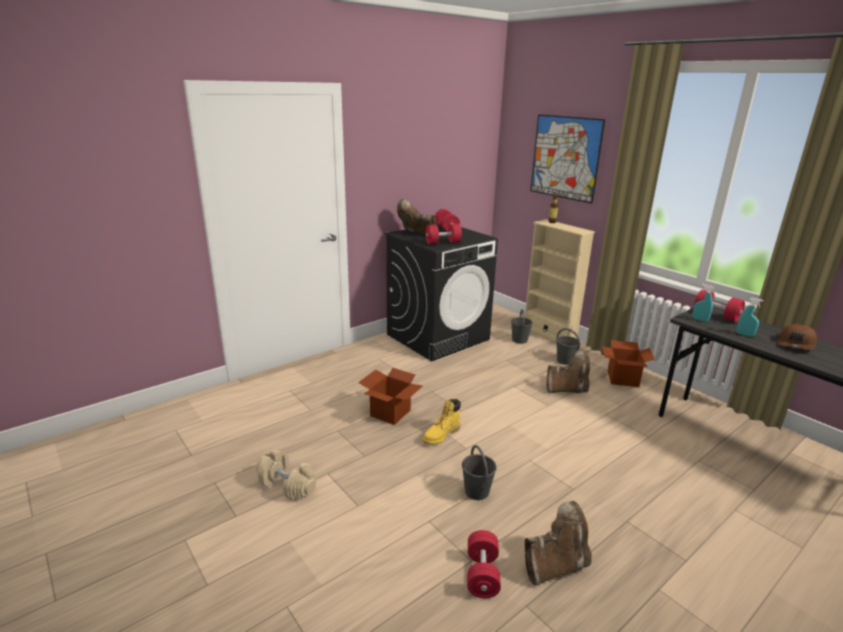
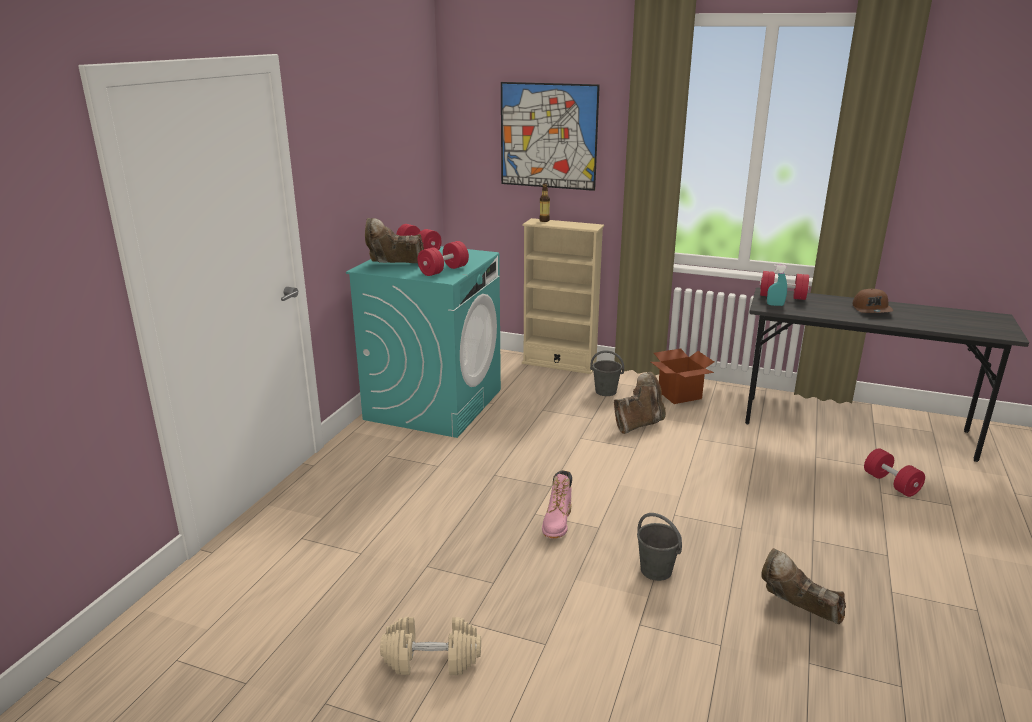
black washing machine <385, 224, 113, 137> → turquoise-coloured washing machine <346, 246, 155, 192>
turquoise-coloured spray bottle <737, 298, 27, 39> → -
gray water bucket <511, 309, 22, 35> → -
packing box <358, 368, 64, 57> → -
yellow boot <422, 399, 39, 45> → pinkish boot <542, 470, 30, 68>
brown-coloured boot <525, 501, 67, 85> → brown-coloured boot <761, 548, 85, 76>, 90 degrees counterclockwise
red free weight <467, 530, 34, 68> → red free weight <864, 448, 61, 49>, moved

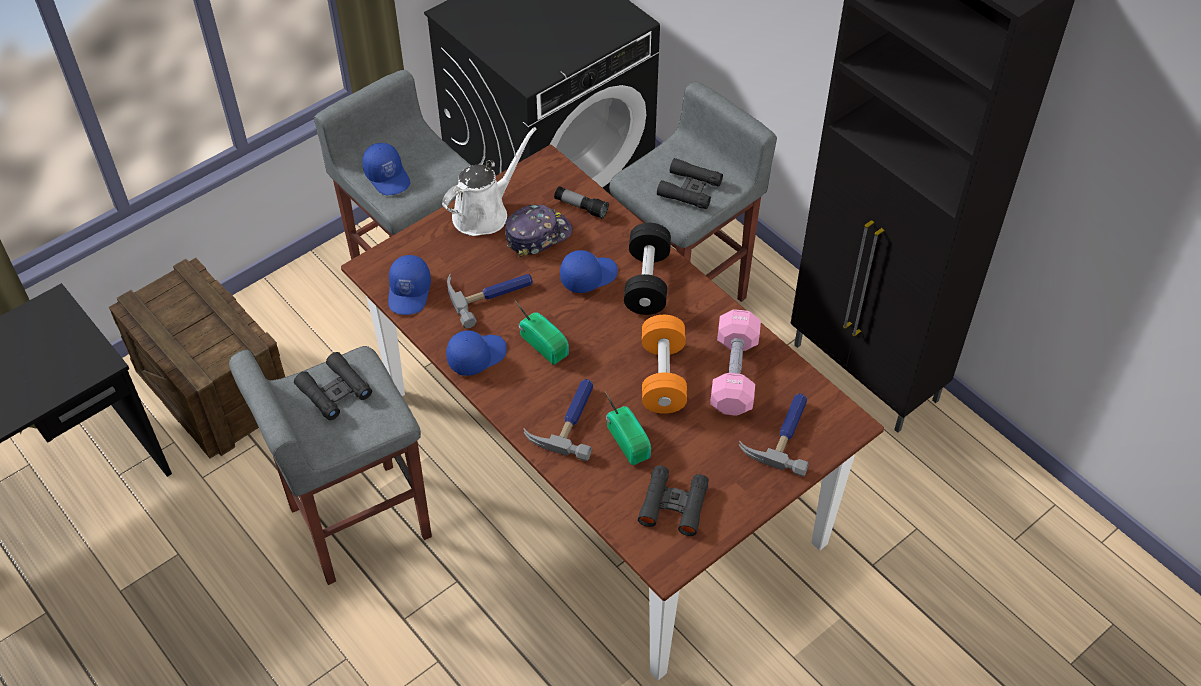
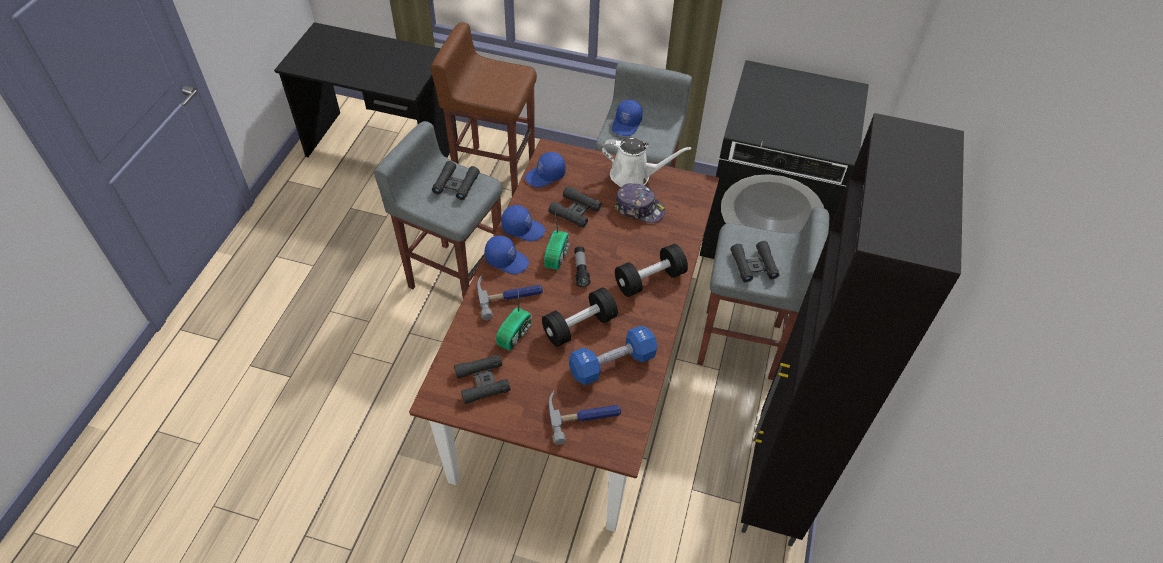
hand torch <554, 186, 55, 33> → hand torch <574, 247, 16, 40>, moved
blue-coloured peaked cap <560, 250, 58, 43> → blue-coloured peaked cap <484, 235, 45, 39>, moved
crate <109, 258, 176, 201> → brown-coloured stool <431, 22, 106, 175>
hand hammer <447, 274, 86, 54> → black pair of binoculars <548, 186, 54, 42>
pinkish free weight <710, 310, 51, 106> → blue-coloured free weight <569, 326, 89, 59>
orange-coloured free weight <642, 315, 45, 99> → black free weight <542, 287, 76, 60>

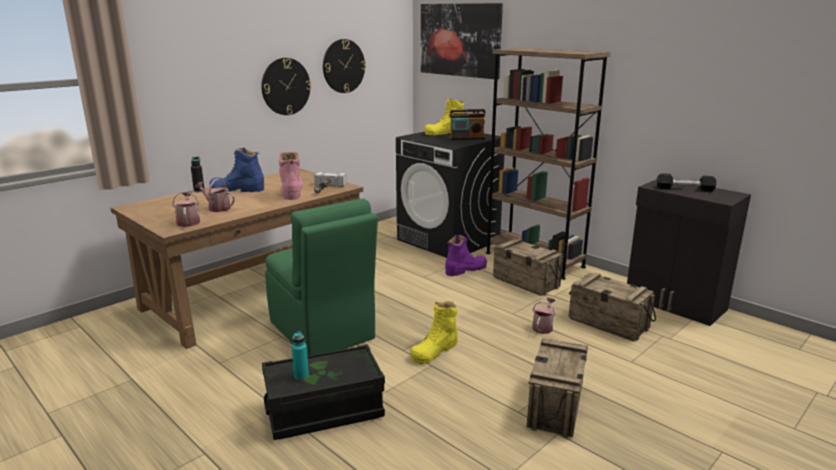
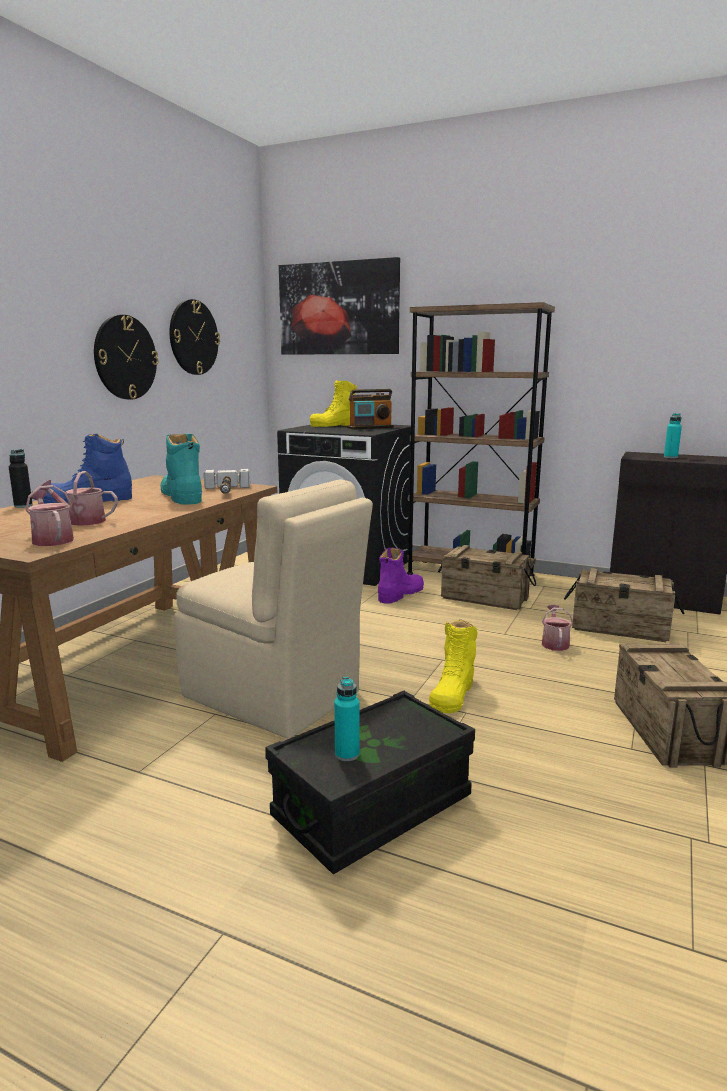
pinkish boot <279, 152, 24, 48> → turquoise-coloured boot <161, 434, 41, 71>
black free weight <657, 173, 59, 19> → turquoise-coloured bottle <664, 413, 18, 45>
green-coloured chair <265, 199, 113, 157> → beige chair <174, 479, 199, 260>

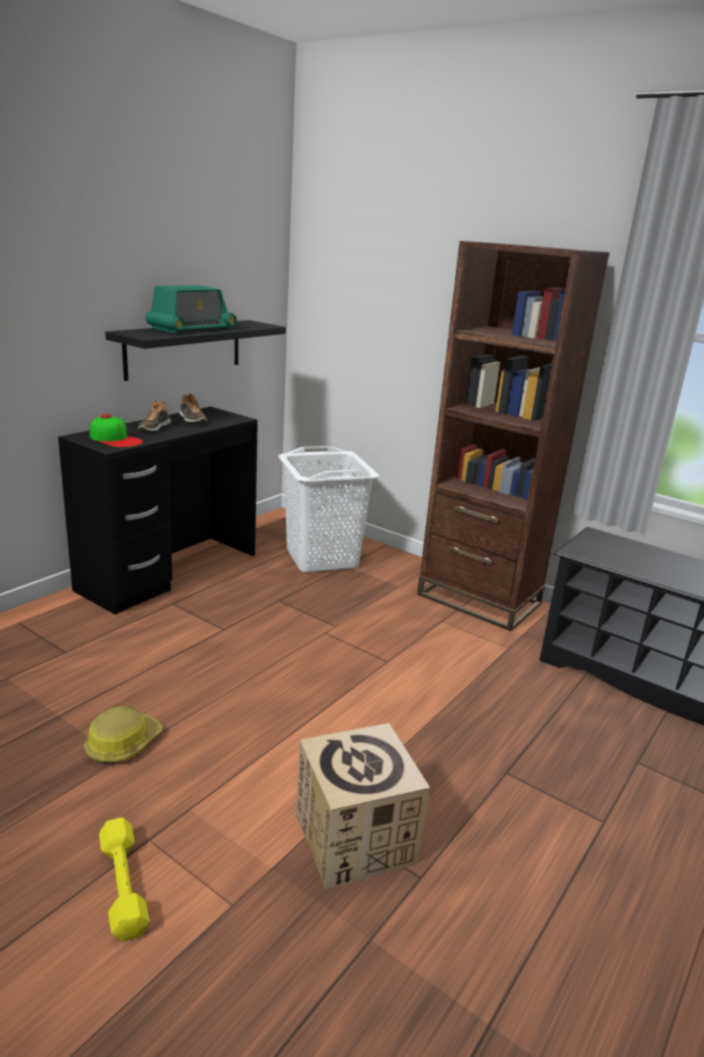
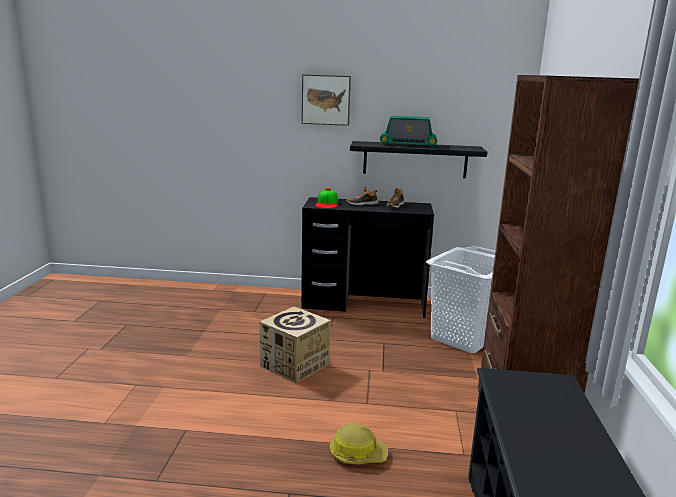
hard hat <84, 706, 79, 57> → hard hat <330, 423, 58, 41>, moved
packing box <296, 723, 134, 167> → packing box <259, 307, 72, 77>, moved
yellow free weight <99, 817, 51, 125> → -
- → picture <302, 74, 49, 52>

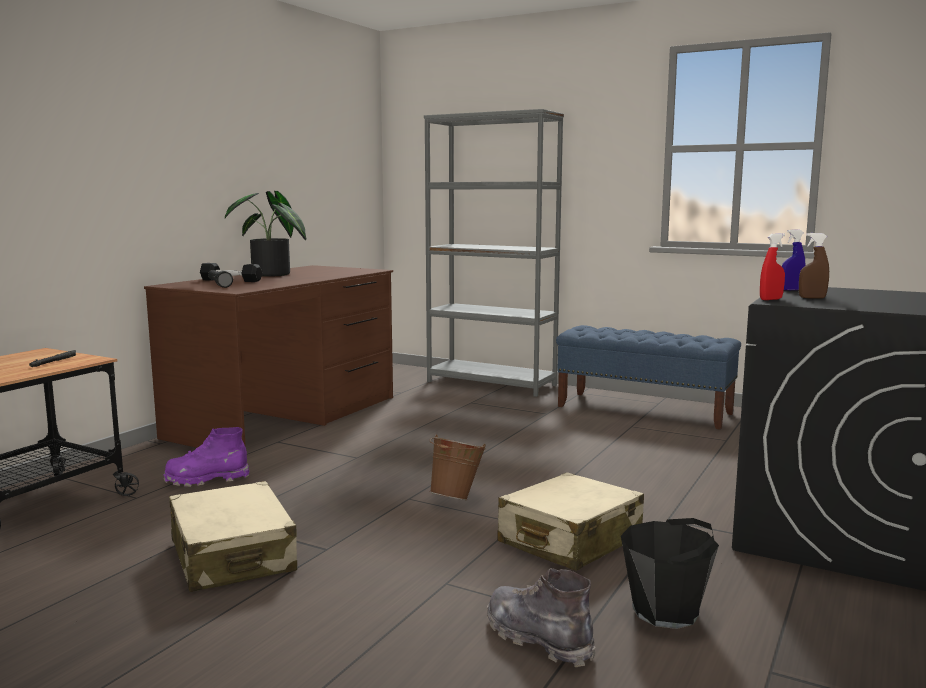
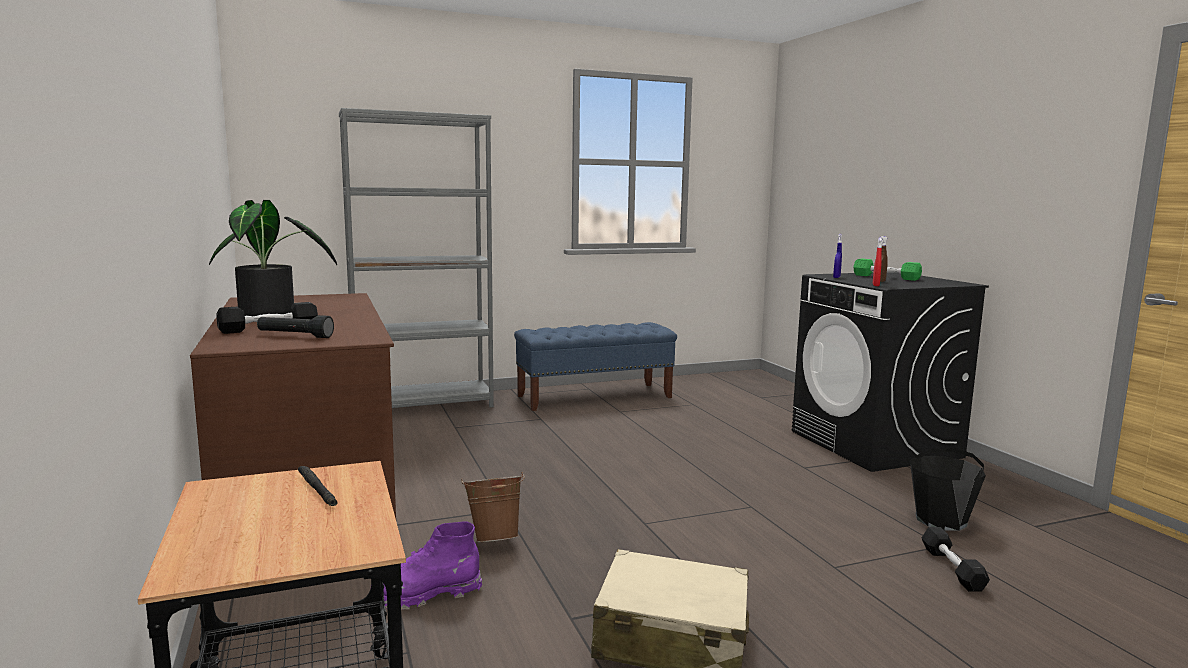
purple boot <164, 427, 85, 60> → purple boot <370, 522, 112, 88>, 45 degrees clockwise
brown-coloured water bucket <430, 435, 56, 65> → brown-coloured water bucket <461, 472, 64, 70>, moved
beige travel case <497, 472, 147, 99> → -
gray boot <487, 568, 109, 99> → black free weight <921, 527, 69, 64>
- → green-coloured free weight <853, 259, 69, 22>

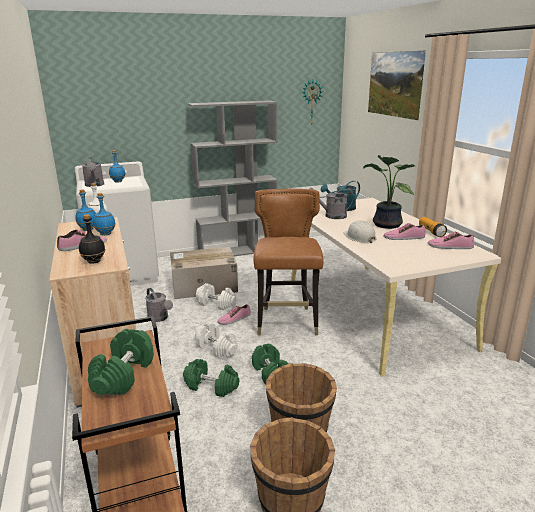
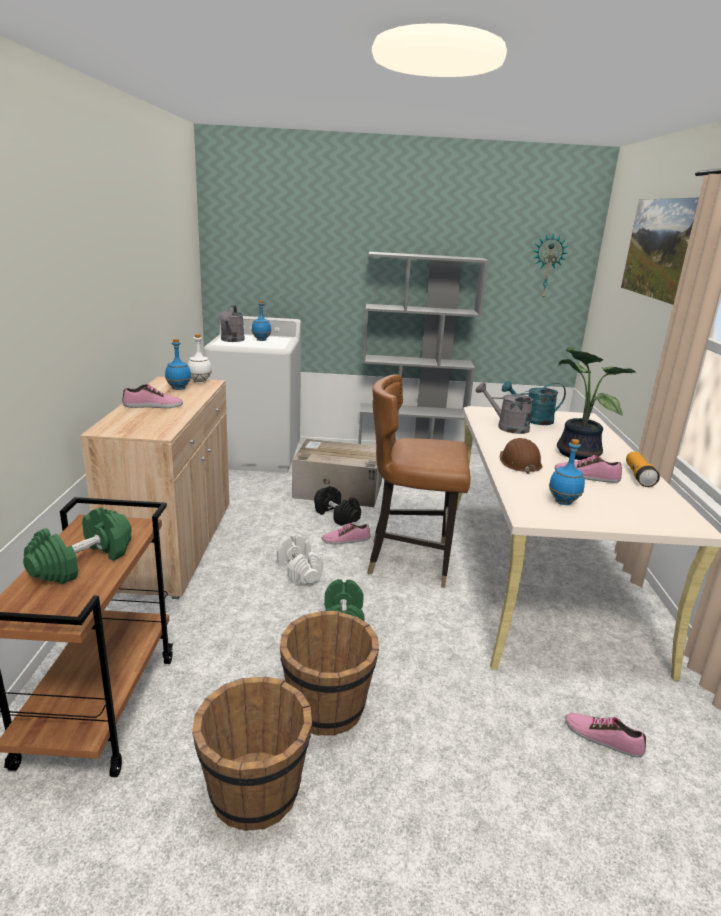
brown-coloured chair <254, 189, 70, 146> → brown-coloured chair <367, 374, 103, 214>, 105 degrees counterclockwise
blue-coloured bottle <93, 193, 23, 43> → blue-coloured bottle <549, 439, 36, 66>, moved
black bottle <79, 214, 26, 50> → -
white-coloured hard hat <343, 220, 34, 23> → brown-coloured hard hat <500, 438, 42, 36>
low shoe <428, 231, 46, 18> → low shoe <565, 713, 81, 45>, moved
white-coloured free weight <196, 283, 40, 27> → black free weight <314, 486, 47, 40>
gray watering can <145, 288, 28, 34> → -
green-coloured free weight <183, 359, 56, 38> → -

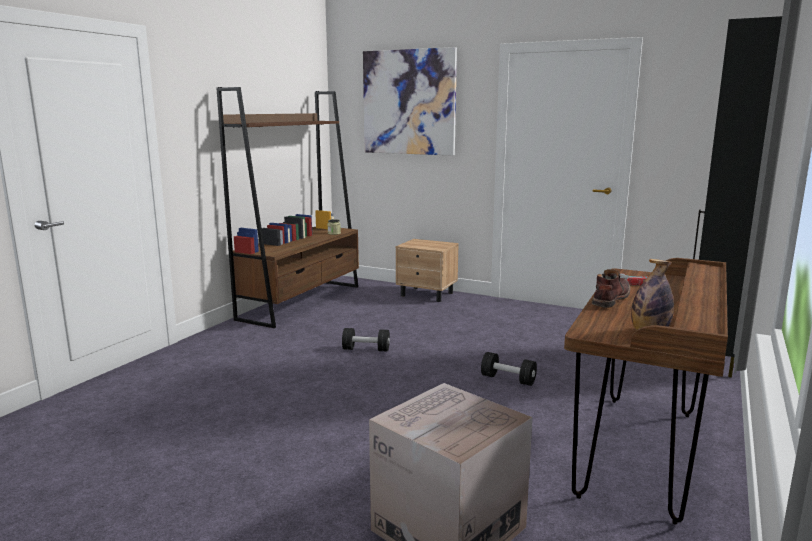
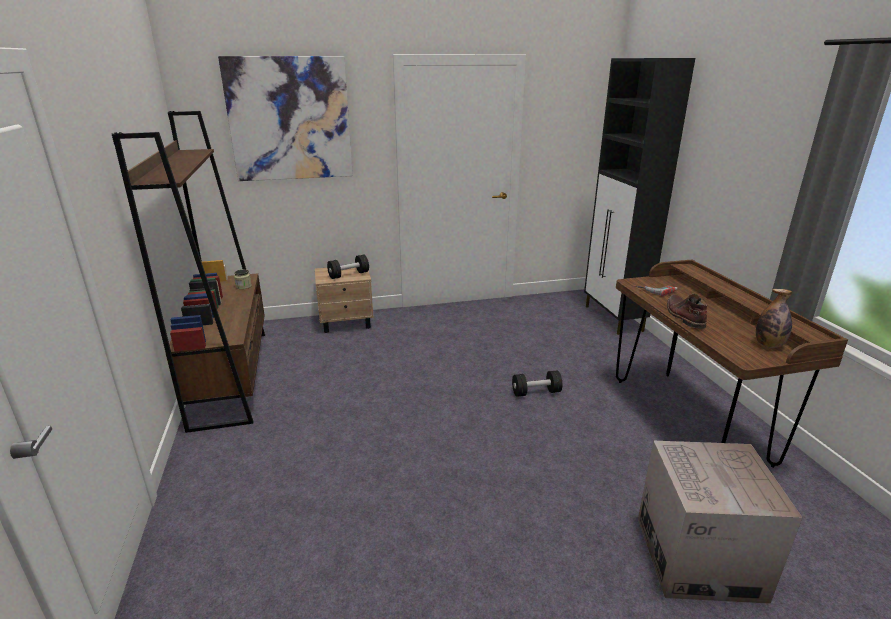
black free weight <342, 328, 48, 24> → black free weight <327, 255, 42, 24>, moved

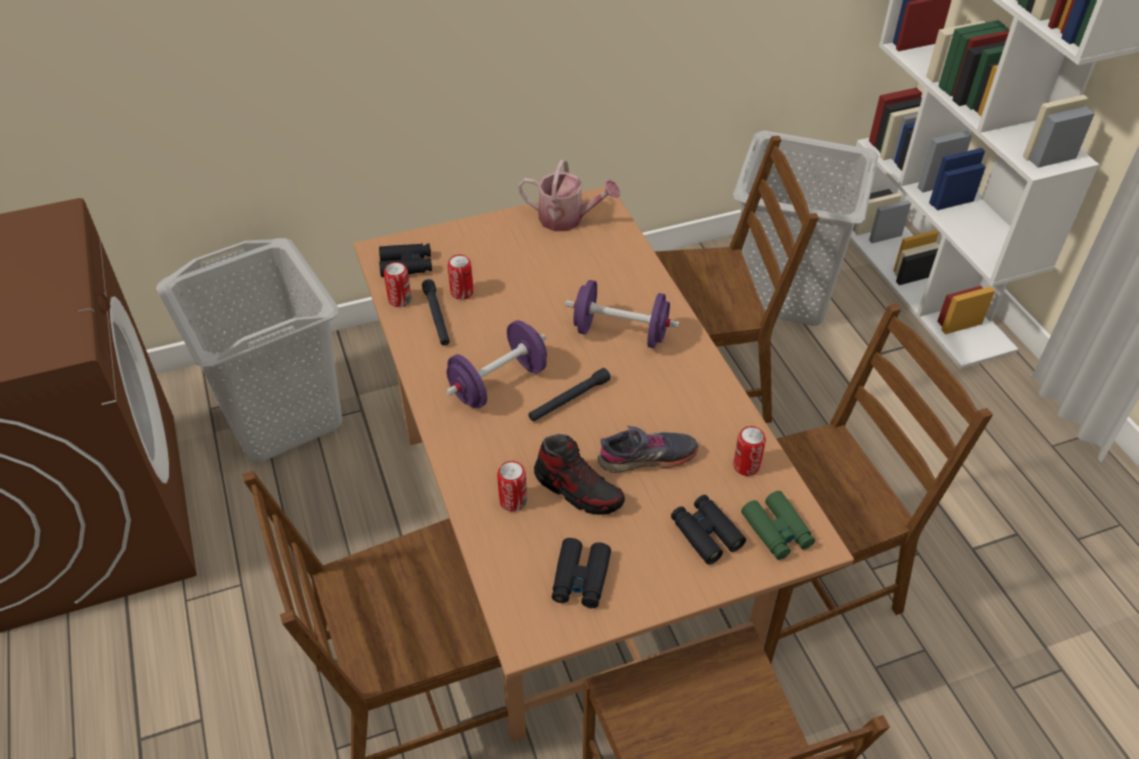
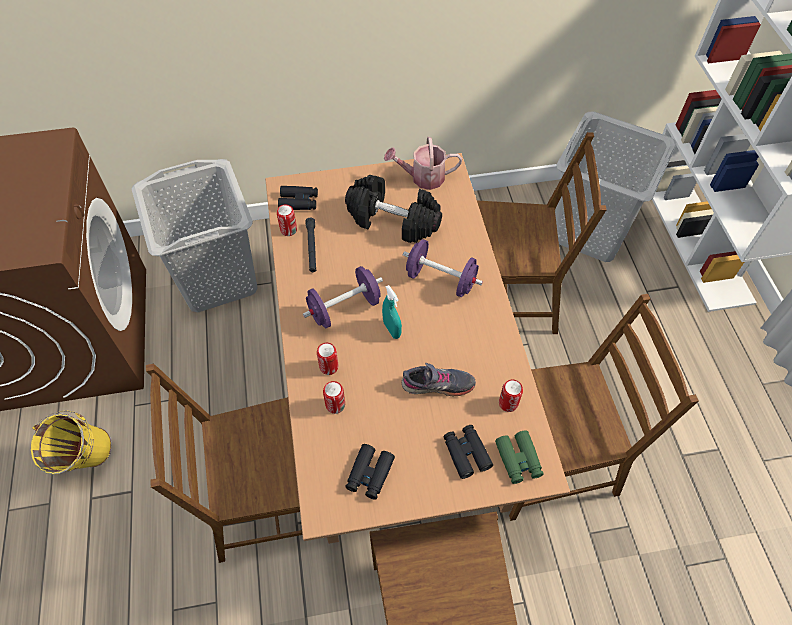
watering can <518, 160, 102, 71> → watering can <384, 137, 78, 53>, 150 degrees clockwise
can <448, 255, 26, 45> → can <317, 343, 22, 32>, moved
black hand torch <529, 368, 82, 54> → turquoise-coloured spray bottle <382, 285, 20, 54>
low shoe <534, 434, 91, 81> → -
- → black free weight <345, 175, 97, 68>
- → yellow water bucket <31, 411, 81, 64>

